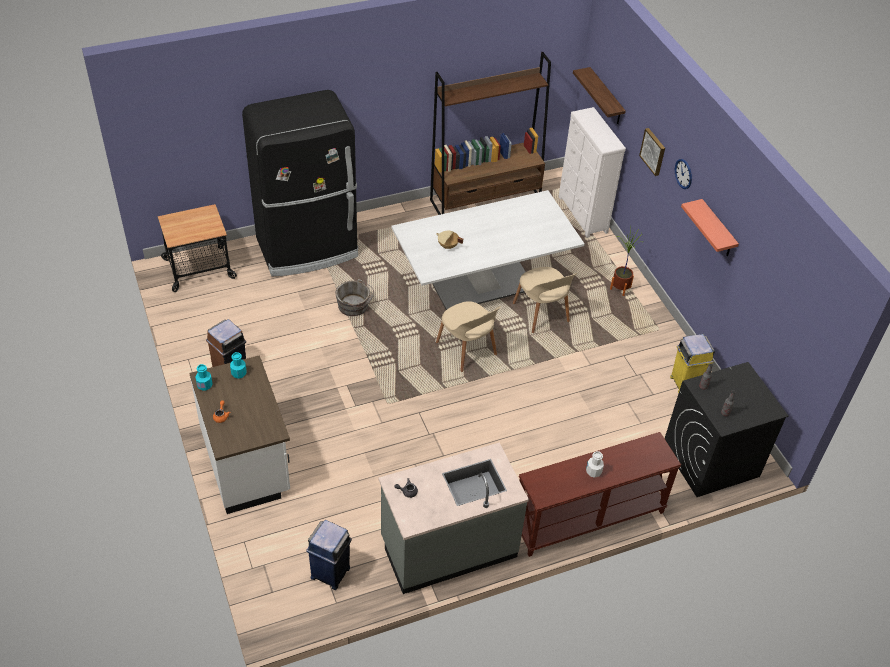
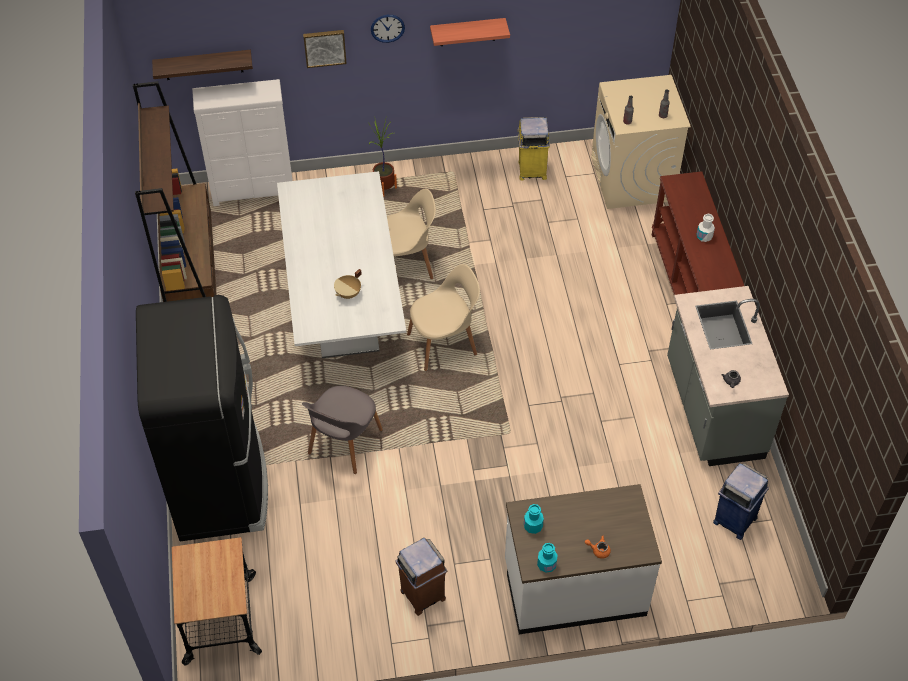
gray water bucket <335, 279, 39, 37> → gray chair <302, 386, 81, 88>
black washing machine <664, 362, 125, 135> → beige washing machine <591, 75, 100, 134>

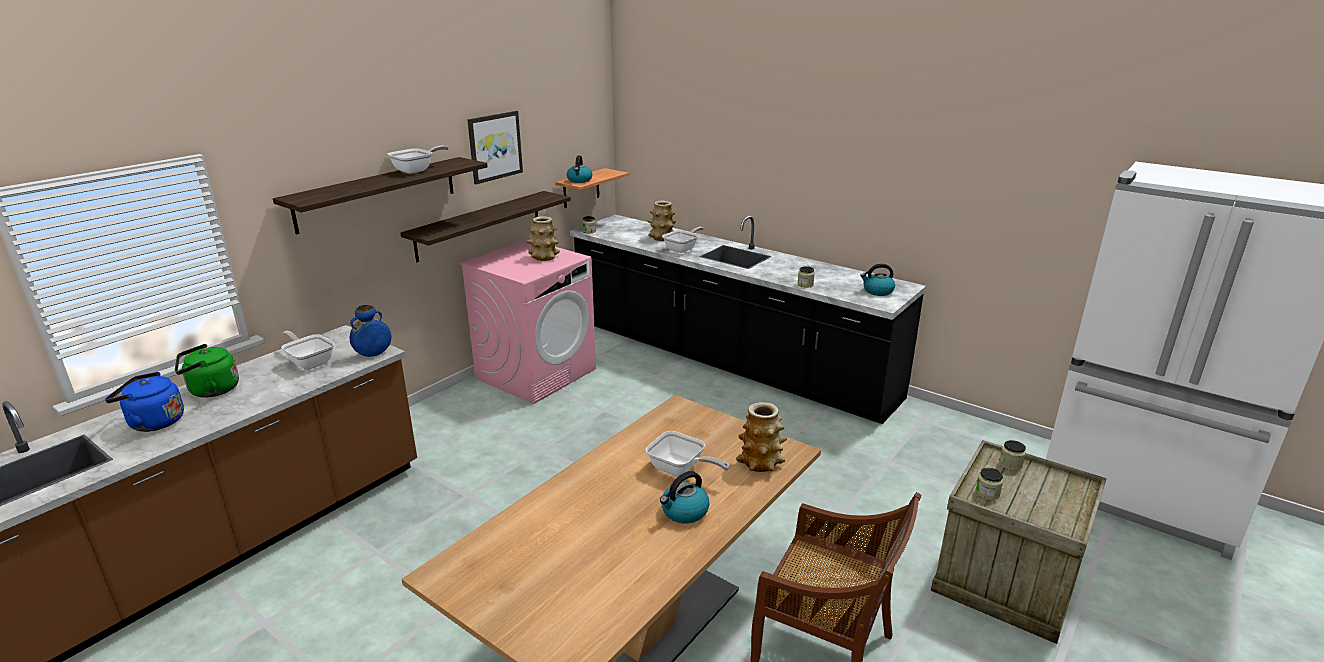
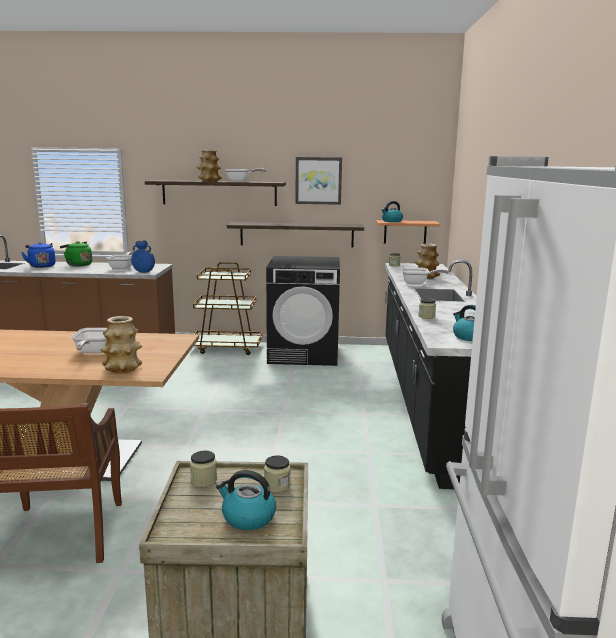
decorative vase <526, 216, 34, 45> → decorative vase <197, 150, 25, 32>, moved
pinkish washing machine <460, 239, 136, 165> → black washing machine <266, 256, 74, 110>
tea kettle <660, 471, 49, 53> → tea kettle <216, 470, 60, 60>, moved
- → brown-coloured cart <193, 262, 69, 93>

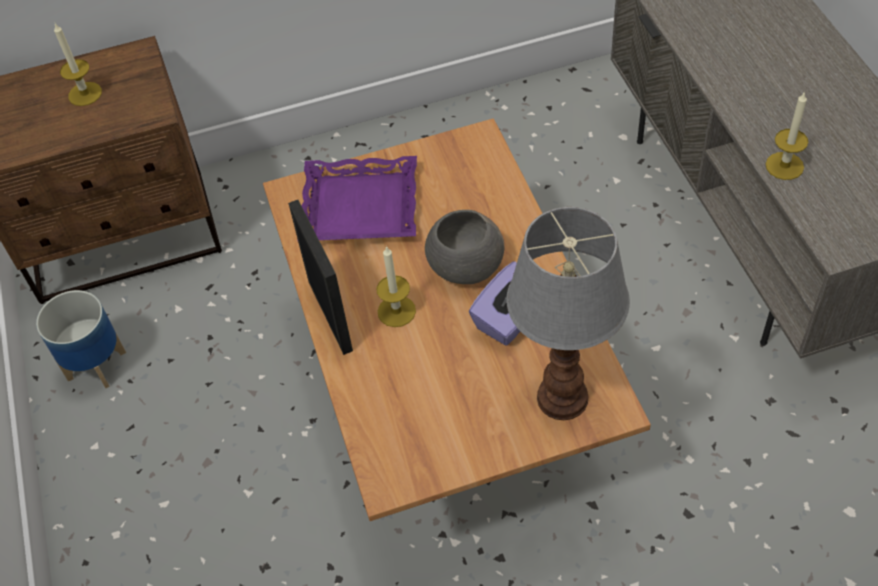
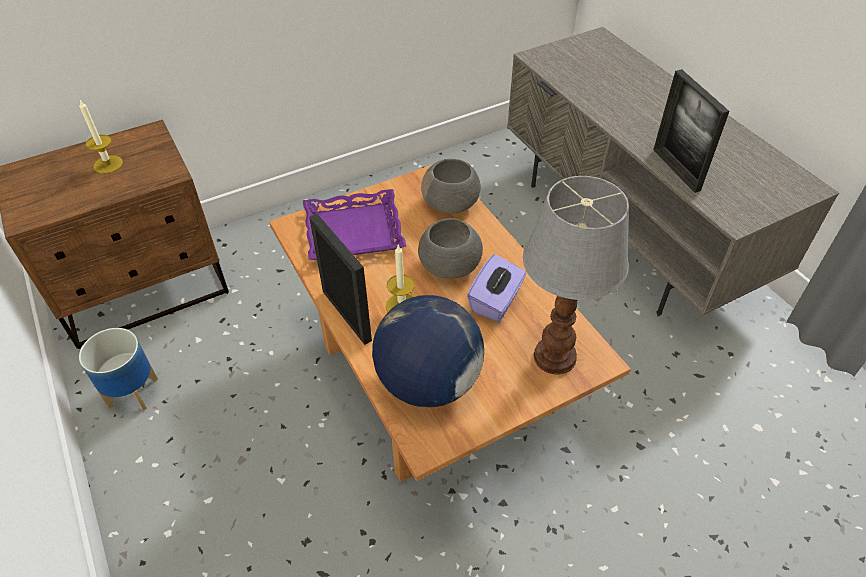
candle <766, 92, 42, 88> → photo frame <653, 69, 77, 124>
- → gray serving bowl <421, 159, 60, 55>
- → globe <372, 295, 112, 112>

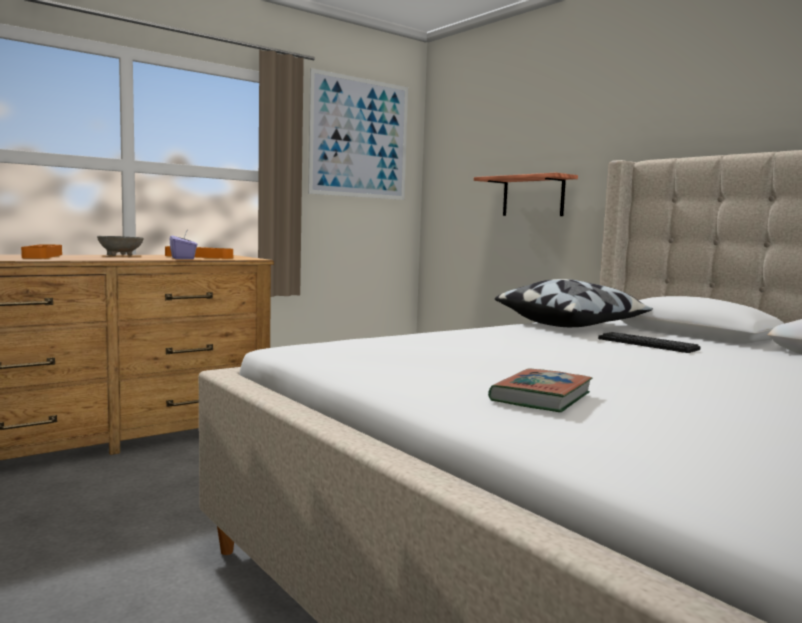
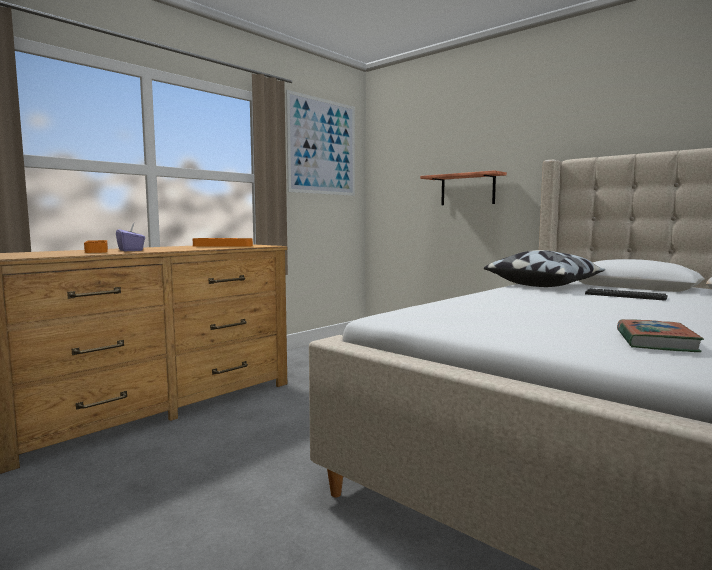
purple tissue holder <170, 231, 27, 28> → purple tissue holder <116, 223, 29, 28>, moved
gray serving bowl <97, 236, 47, 20> → -

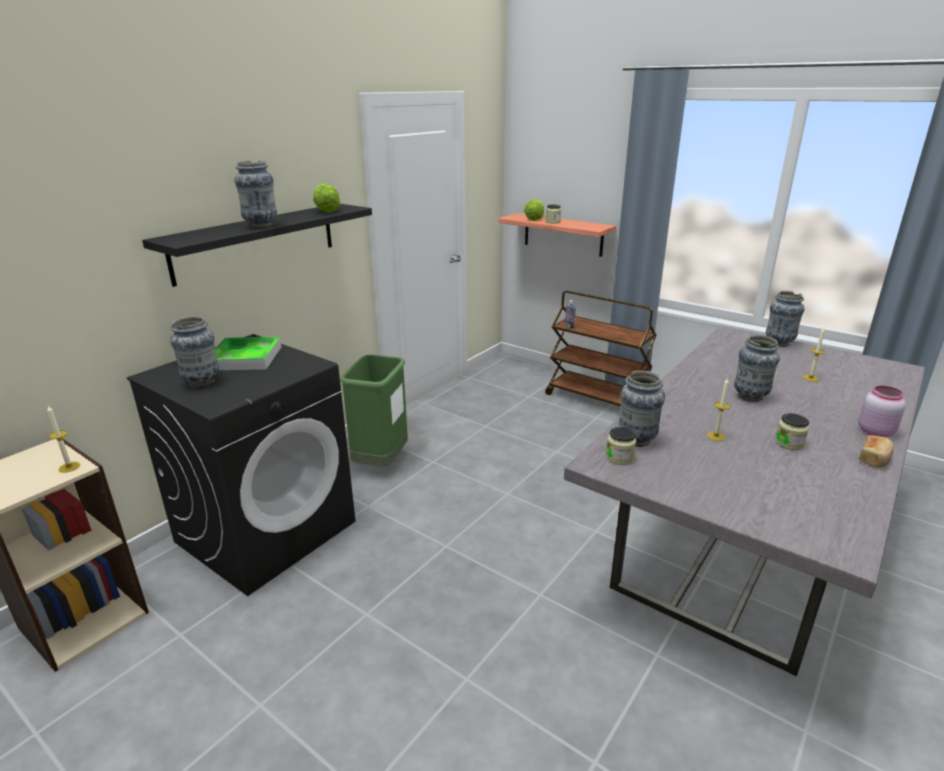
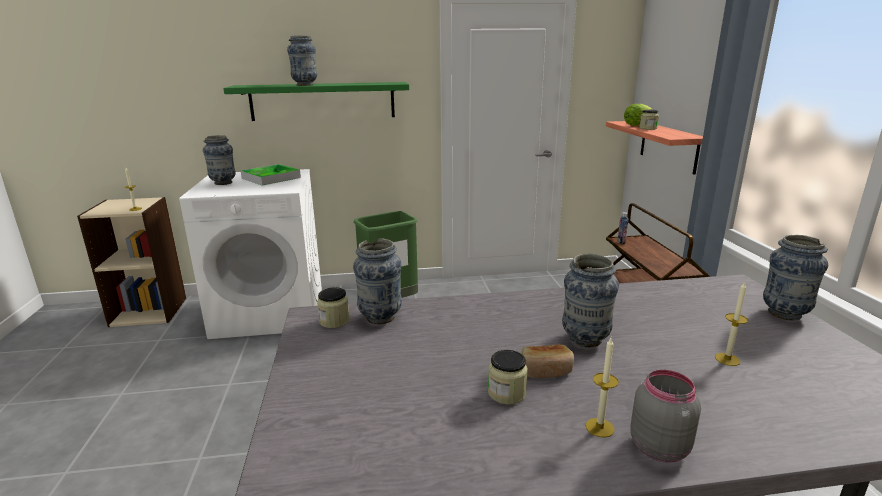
lettuce head <313, 183, 28, 30> → -
black wall shelf <142, 204, 230, 83> → green-coloured wall shelf <223, 82, 186, 39>
black washing machine <127, 334, 228, 262> → white-coloured washing machine <179, 169, 143, 170>
candle <707, 379, 23, 62> → candle <585, 338, 34, 100>, moved
pinkish jar <858, 386, 48, 51> → gray jar <630, 370, 71, 93>
bakery bread <859, 435, 35, 33> → bakery bread <522, 344, 52, 34>, moved

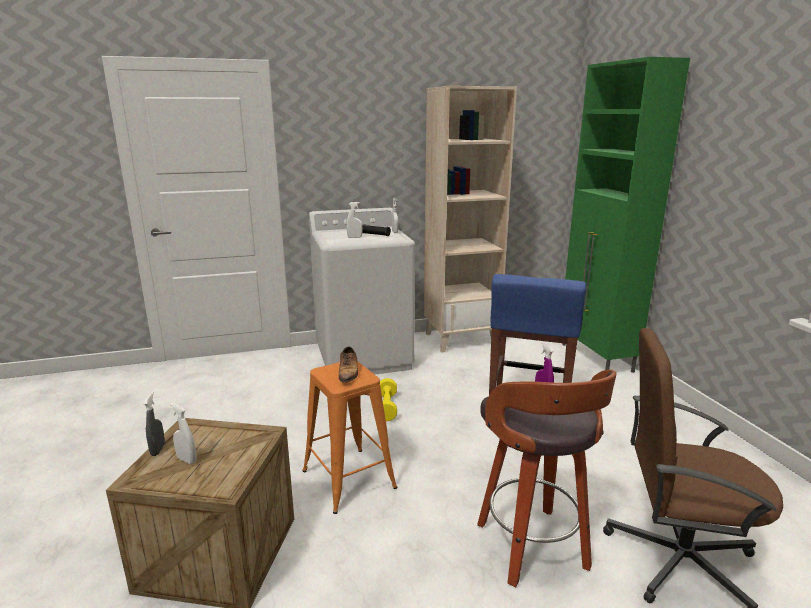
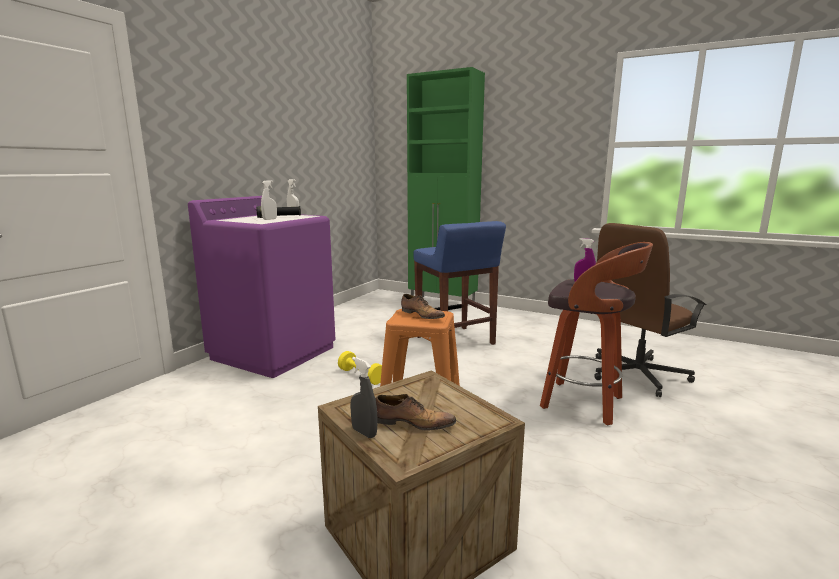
beige shelving unit <424, 86, 93, 267> → -
white-coloured washing machine <309, 208, 106, 167> → purple washing machine <188, 196, 148, 182>
white-coloured spray bottle <170, 403, 27, 61> → low shoe <375, 394, 81, 36>

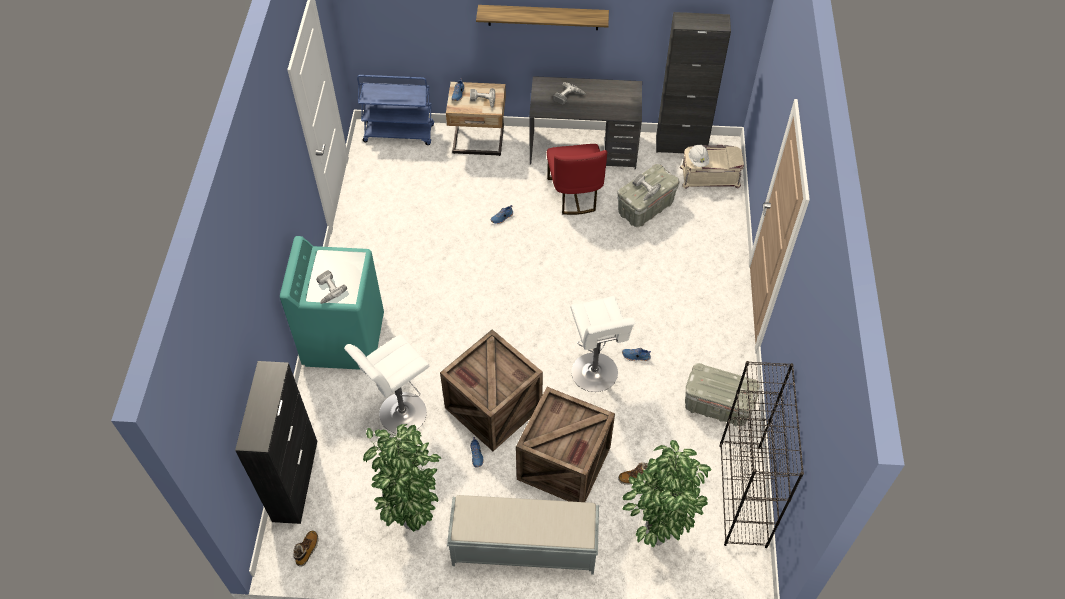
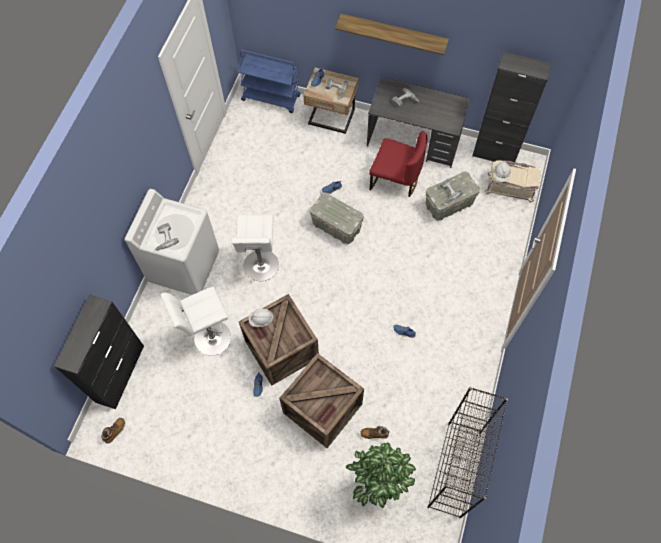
red chair <547, 144, 60, 71> → red chair <369, 131, 58, 66>, 75 degrees counterclockwise
turquoise-coloured washing machine <280, 236, 104, 134> → white-coloured washing machine <125, 189, 94, 106>
white-coloured stool <570, 296, 65, 96> → white-coloured stool <231, 214, 48, 67>, moved
gray storage container <685, 363, 75, 63> → gray storage container <310, 193, 54, 51>, moved
potted plant <363, 424, 78, 108> → -
gray indoor bench <447, 495, 152, 80> → -
- → white-coloured hard hat <249, 308, 24, 19>

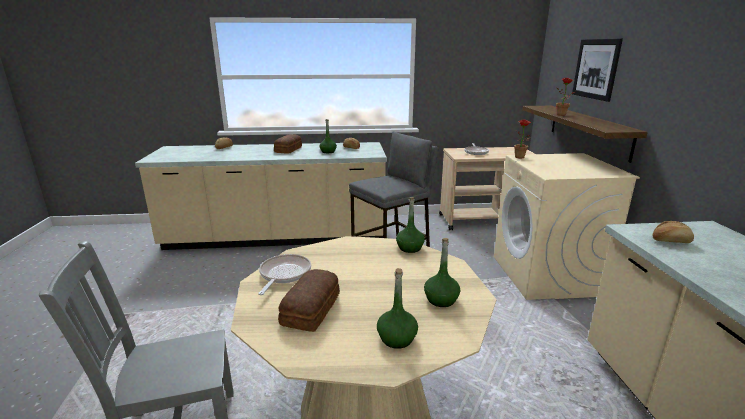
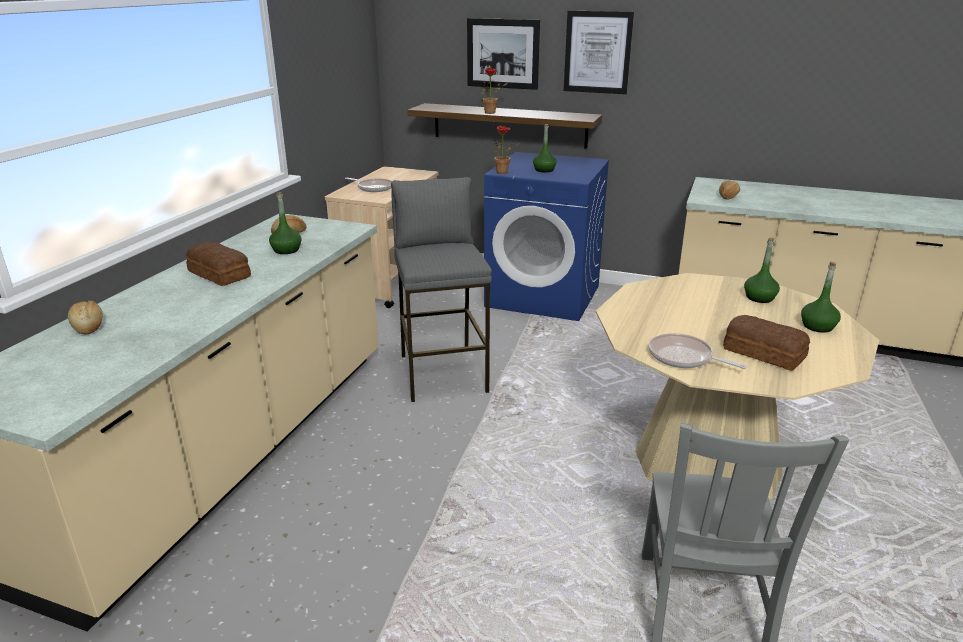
beige washing machine <494, 153, 146, 147> → blue-coloured washing machine <484, 152, 125, 169>
green-coloured bottle <396, 197, 29, 56> → green-coloured bottle <533, 124, 24, 48>, moved
- → picture <564, 11, 70, 83>

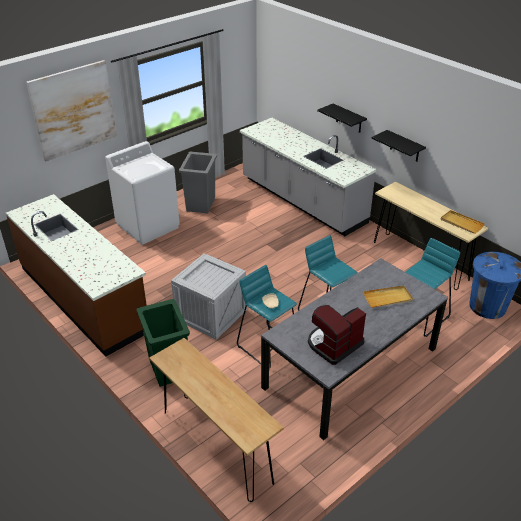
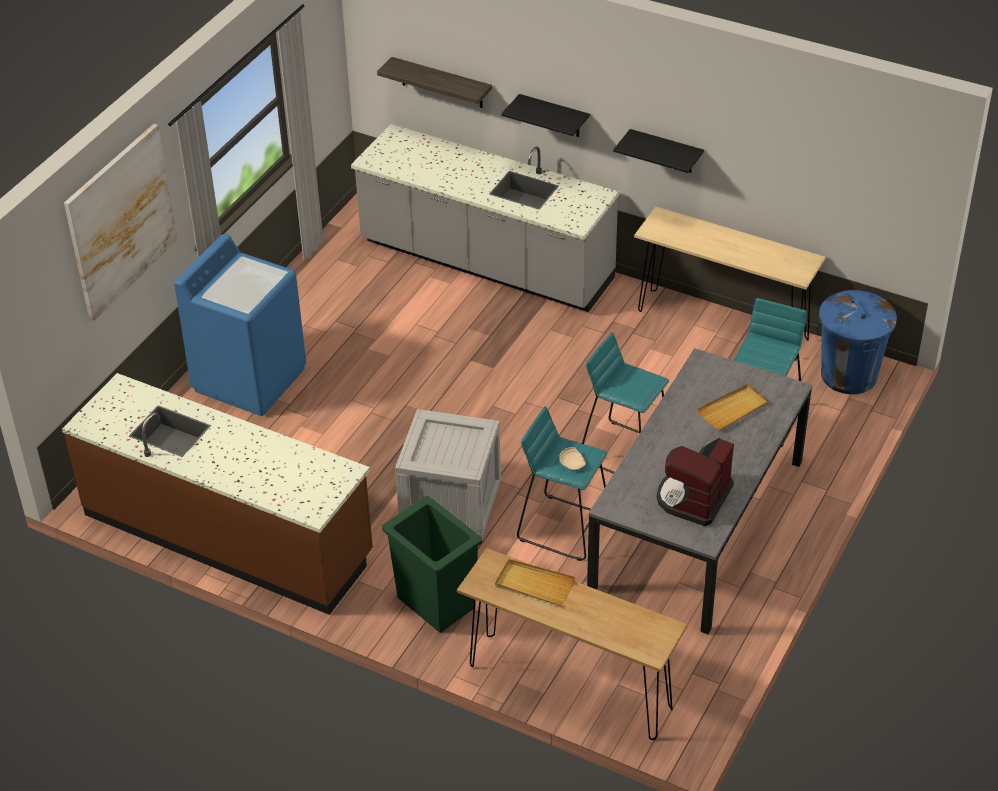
white-coloured washing machine <105, 141, 75, 104> → blue-coloured washing machine <174, 234, 132, 182>
gray waste bin <179, 152, 38, 61> → -
beige serving tray <441, 210, 44, 24> → beige serving tray <495, 559, 80, 47>, moved
- → wall shelf <377, 57, 115, 51>

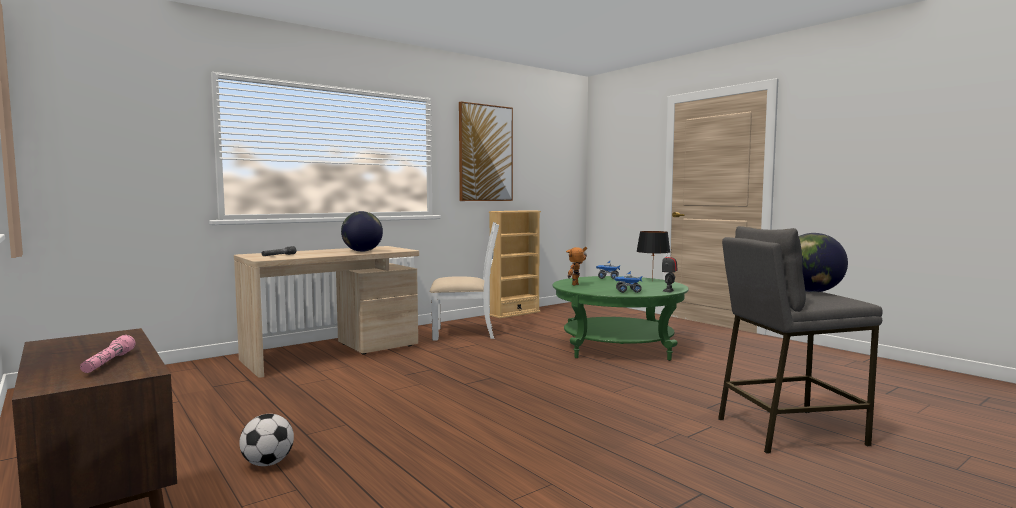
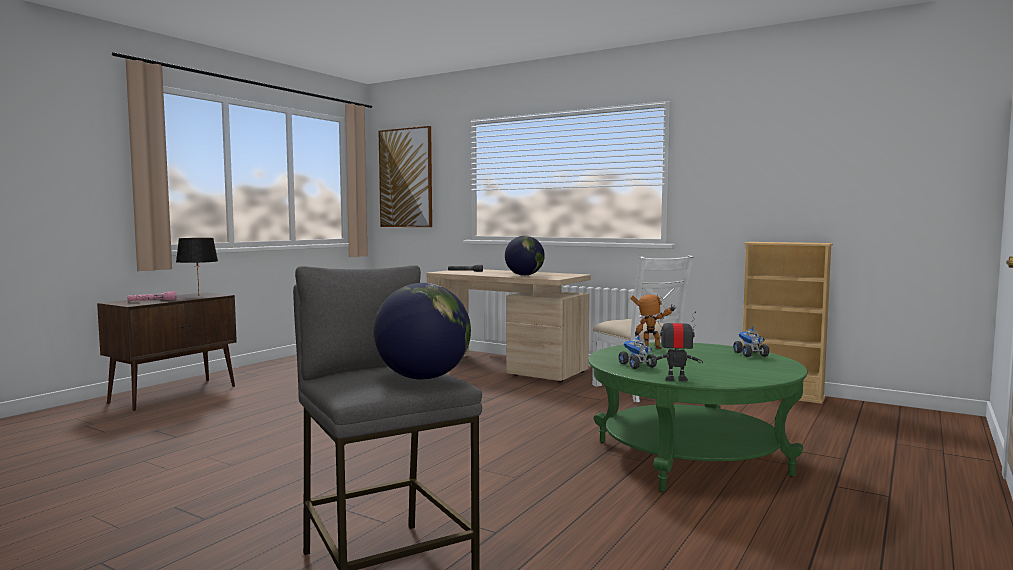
picture <459, 102, 54, 99> → picture <379, 126, 53, 101>, moved
black tabletop lamp <636, 231, 34, 51> → black tabletop lamp <176, 238, 42, 56>, moved
ball for football <239, 414, 55, 52> → -

